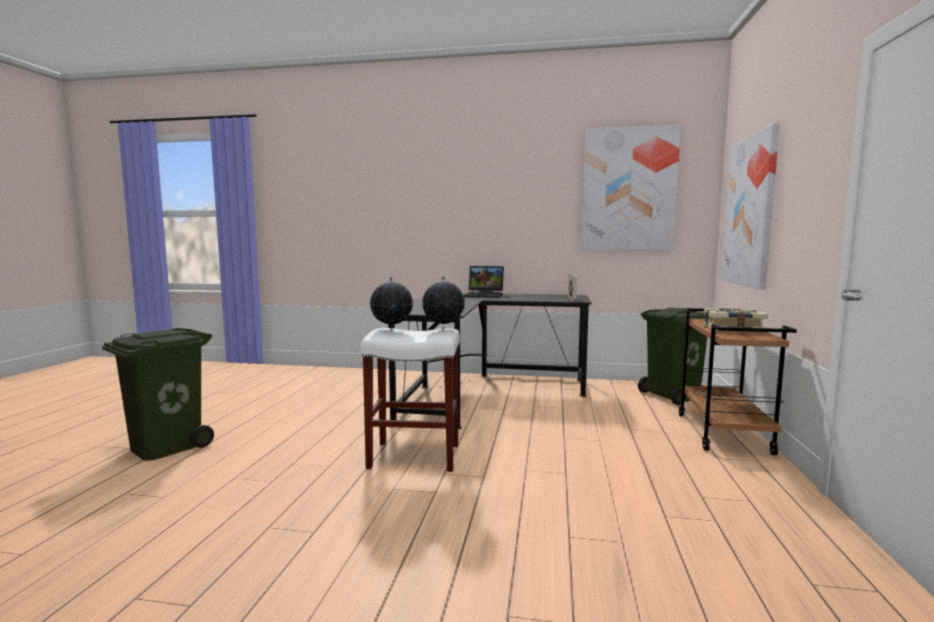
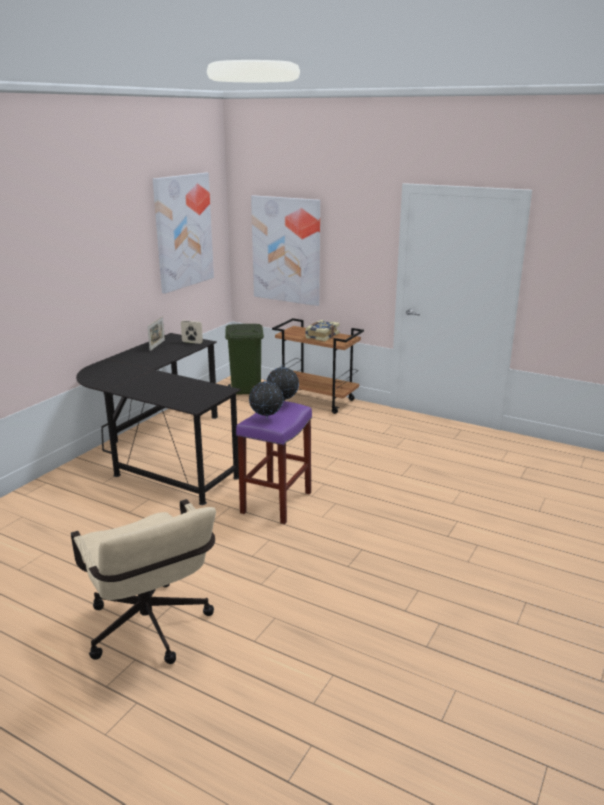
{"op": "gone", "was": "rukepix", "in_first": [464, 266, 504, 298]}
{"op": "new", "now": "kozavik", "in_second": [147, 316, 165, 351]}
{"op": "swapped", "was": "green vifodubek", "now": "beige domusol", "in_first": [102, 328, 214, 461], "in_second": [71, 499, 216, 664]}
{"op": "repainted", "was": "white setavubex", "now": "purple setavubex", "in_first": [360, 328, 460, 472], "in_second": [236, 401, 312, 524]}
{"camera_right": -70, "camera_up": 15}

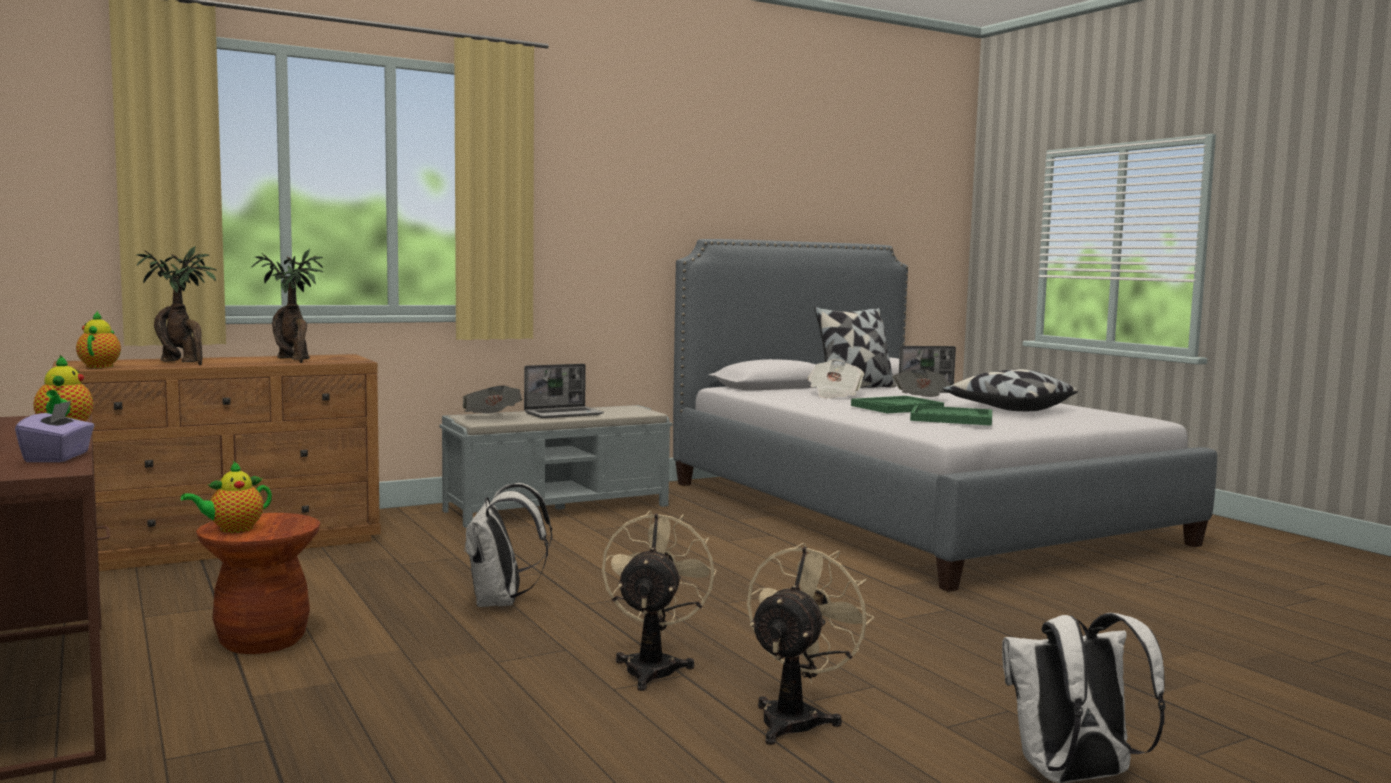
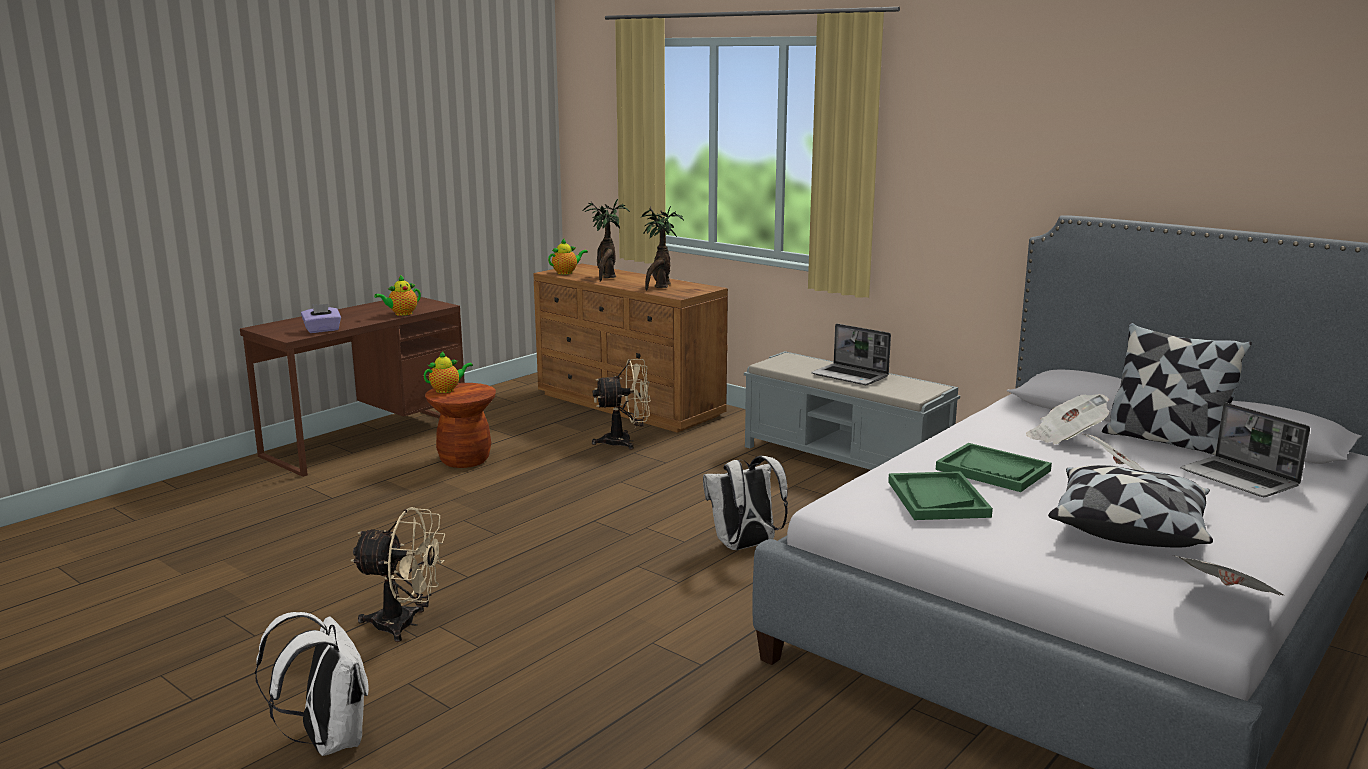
{"op": "shifted", "was": "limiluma", "in_first": [463, 385, 522, 413], "in_second": [1173, 555, 1283, 595]}
{"op": "shifted", "was": "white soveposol", "in_first": [464, 483, 552, 607], "in_second": [703, 456, 788, 550]}
{"op": "shifted", "was": "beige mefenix", "in_first": [602, 511, 717, 691], "in_second": [592, 359, 651, 449]}
{"op": "rotated", "was": "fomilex", "in_first": [181, 461, 272, 533], "in_second": [424, 351, 473, 393], "clockwise": 120}
{"camera_right": 70, "camera_up": 10}

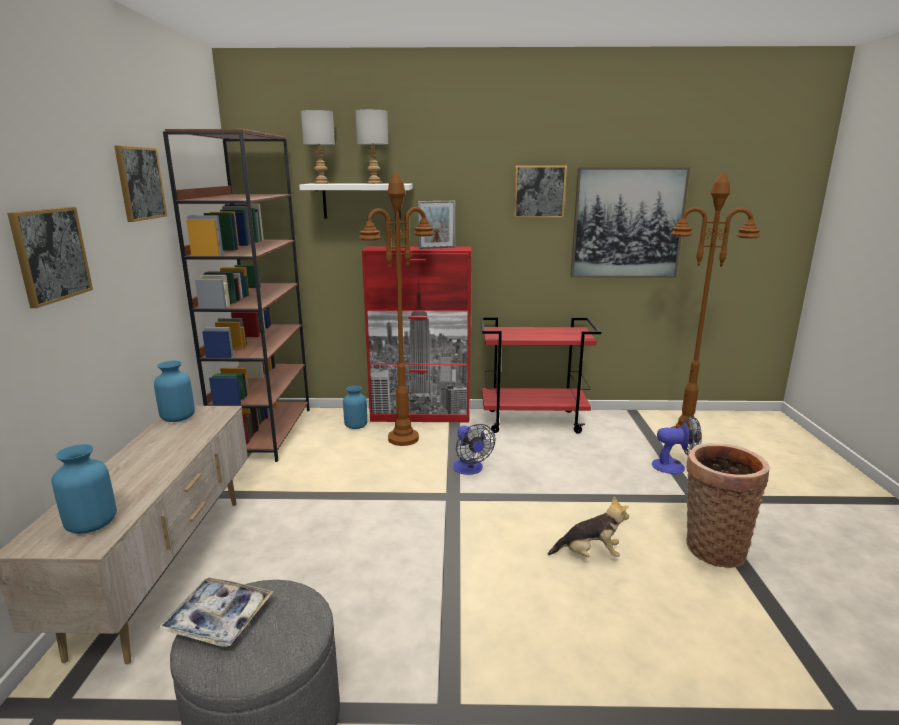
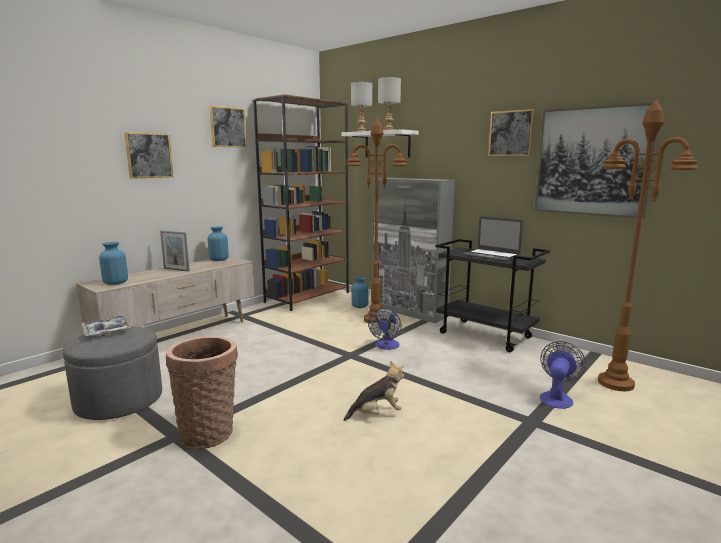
{"op": "new", "now": "rukepix", "in_second": [462, 216, 523, 261]}
{"op": "shifted", "was": "kozavik", "in_first": [418, 201, 455, 249], "in_second": [160, 230, 190, 271]}
{"op": "shifted", "was": "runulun", "in_first": [686, 443, 770, 568], "in_second": [166, 336, 238, 449]}
{"op": "repainted", "was": "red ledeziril", "now": "grey ledeziril", "in_first": [362, 246, 471, 422], "in_second": [372, 178, 455, 323]}
{"op": "repainted", "was": "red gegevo", "now": "black gegevo", "in_first": [481, 317, 601, 433], "in_second": [435, 239, 550, 352]}
{"op": "rotated", "was": "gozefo", "in_first": [547, 497, 629, 557], "in_second": [343, 361, 404, 421], "clockwise": -60}
{"op": "rotated", "was": "mefenix", "in_first": [652, 416, 702, 474], "in_second": [540, 341, 586, 409], "clockwise": -105}
{"camera_right": 40, "camera_up": -5}

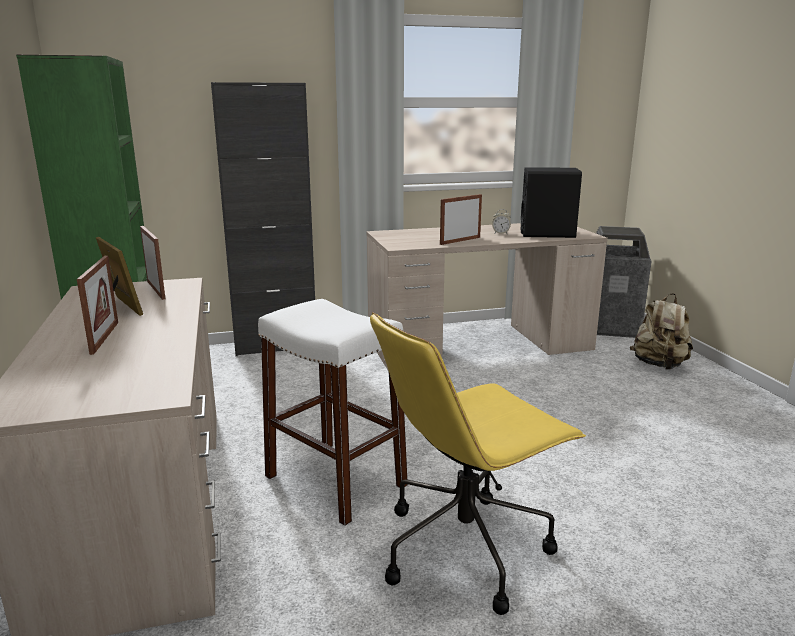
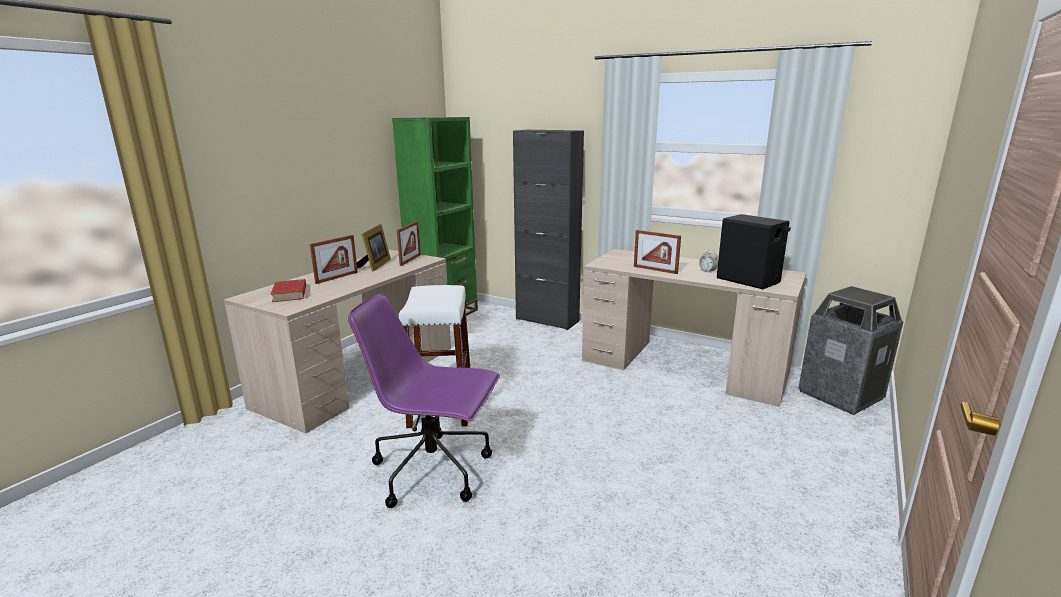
{"op": "gone", "was": "beige soveposol", "in_first": [630, 293, 693, 370]}
{"op": "new", "now": "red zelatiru", "in_second": [270, 279, 306, 302]}
{"op": "repainted", "was": "yellow domusol", "now": "purple domusol", "in_first": [370, 312, 586, 615], "in_second": [348, 293, 500, 508]}
{"op": "rotated", "was": "kozavik", "in_first": [440, 194, 482, 245], "in_second": [634, 230, 681, 274], "clockwise": -150}
{"camera_right": 45, "camera_up": 0}

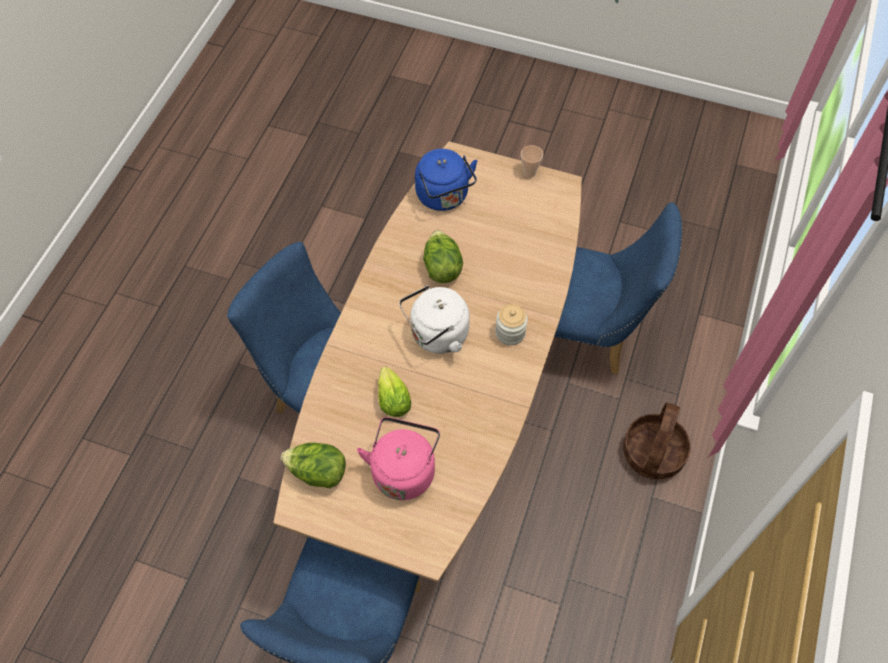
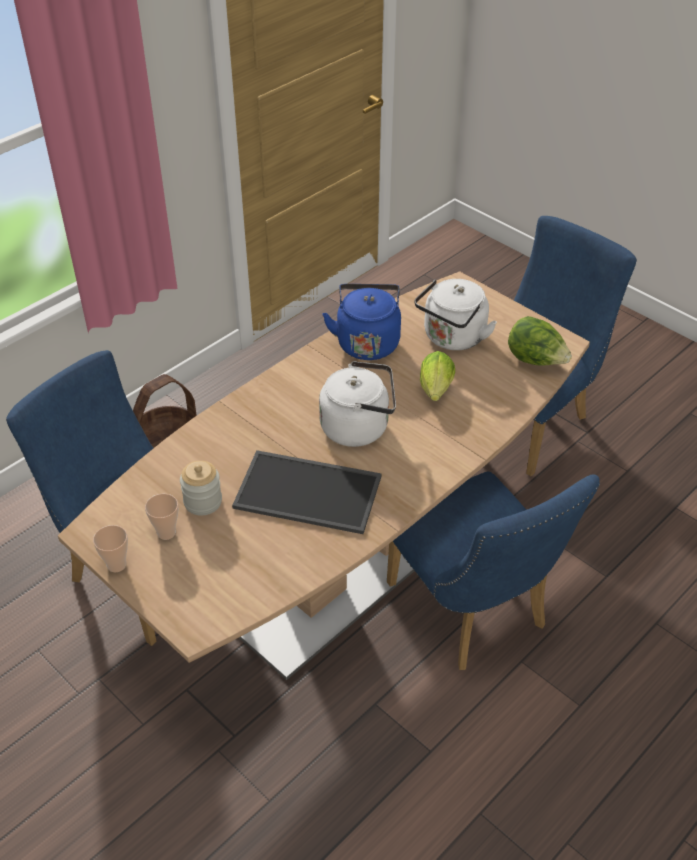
{"op": "new", "now": "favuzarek", "in_second": [145, 494, 178, 540]}
{"op": "shifted", "was": "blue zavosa", "in_first": [415, 149, 478, 211], "in_second": [322, 284, 401, 360]}
{"op": "shifted", "was": "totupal", "in_first": [495, 304, 528, 345], "in_second": [180, 461, 222, 515]}
{"op": "swapped", "was": "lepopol", "now": "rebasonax", "in_first": [423, 230, 463, 283], "in_second": [232, 450, 382, 534]}
{"op": "repainted", "was": "pink zavosa", "now": "white zavosa", "in_first": [357, 417, 440, 500], "in_second": [414, 279, 497, 350]}
{"camera_right": -155, "camera_up": -15}

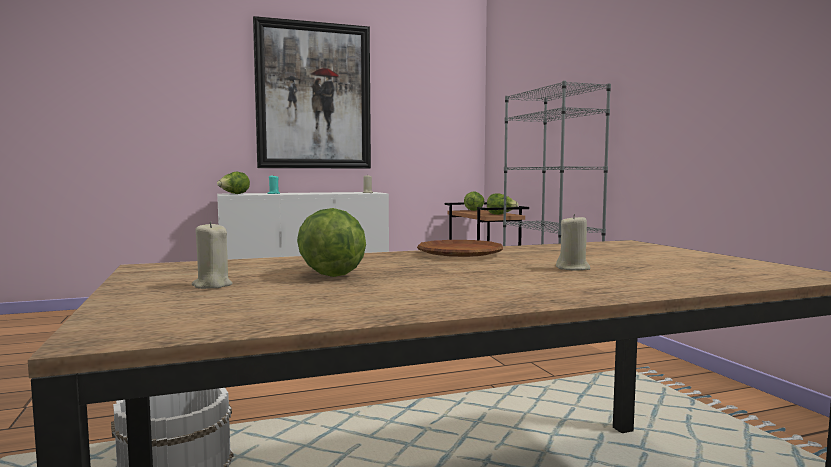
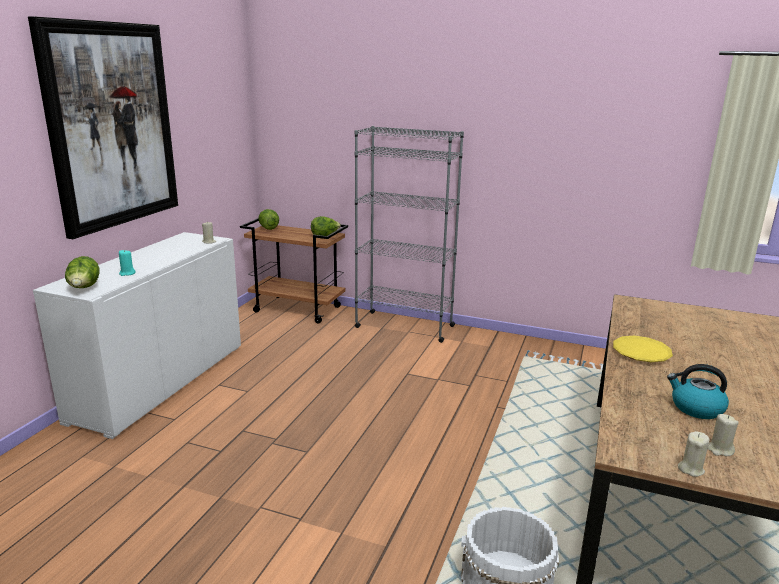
{"op": "shifted", "was": "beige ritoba", "in_first": [556, 214, 591, 271], "in_second": [678, 431, 709, 477]}
{"op": "swapped", "was": "lepopol", "now": "zavosa", "in_first": [297, 208, 366, 277], "in_second": [667, 364, 729, 419]}
{"op": "repainted", "was": "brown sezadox", "now": "yellow sezadox", "in_first": [417, 240, 503, 257], "in_second": [613, 336, 673, 362]}
{"camera_right": -50, "camera_up": 15}

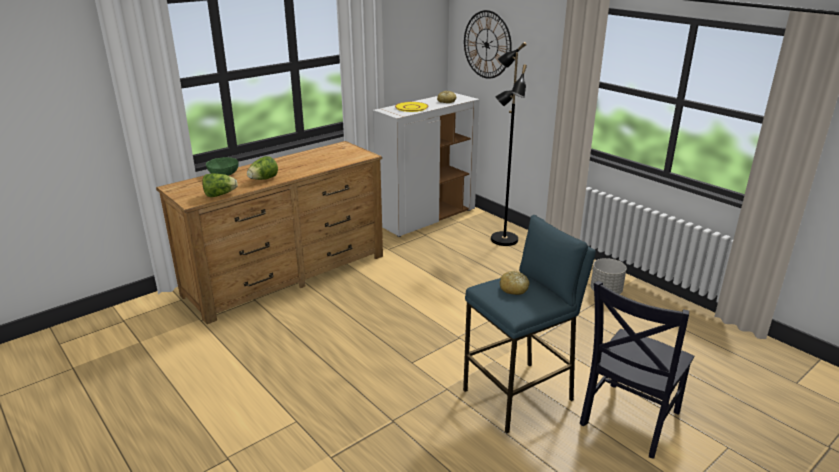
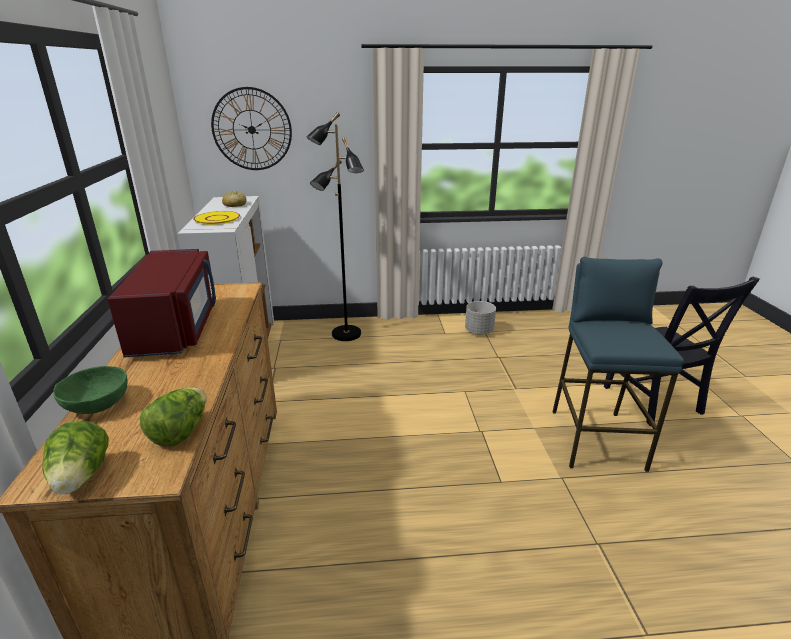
{"op": "gone", "was": "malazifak", "in_first": [500, 271, 529, 295]}
{"op": "new", "now": "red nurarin", "in_second": [107, 249, 216, 358]}
{"op": "shifted", "was": "lepopol", "in_first": [247, 156, 278, 180], "in_second": [42, 421, 109, 494]}
{"camera_right": -55, "camera_up": 0}

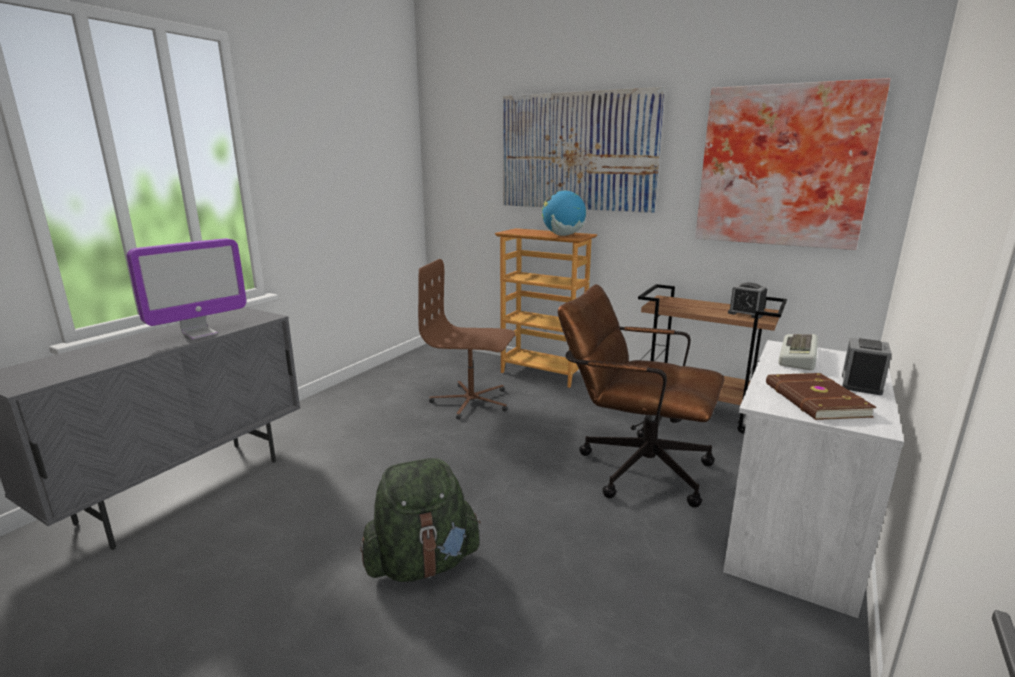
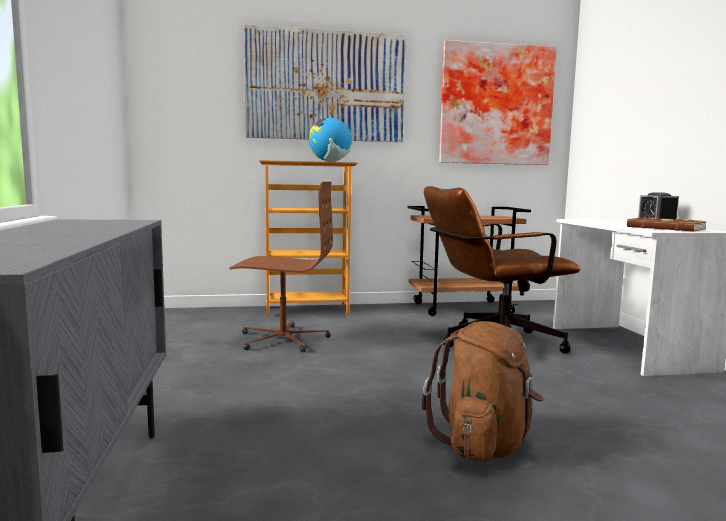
{"op": "gone", "was": "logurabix", "in_first": [127, 238, 247, 339]}
{"op": "gone", "was": "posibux", "in_first": [728, 283, 767, 319]}
{"op": "gone", "was": "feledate", "in_first": [778, 334, 818, 370]}
{"op": "repainted", "was": "green soveposol", "now": "brown soveposol", "in_first": [360, 458, 481, 582], "in_second": [421, 321, 543, 461]}
{"op": "rotated", "was": "brown domusol", "in_first": [418, 259, 515, 419], "in_second": [229, 182, 333, 353], "clockwise": -150}
{"camera_right": -40, "camera_up": -10}

